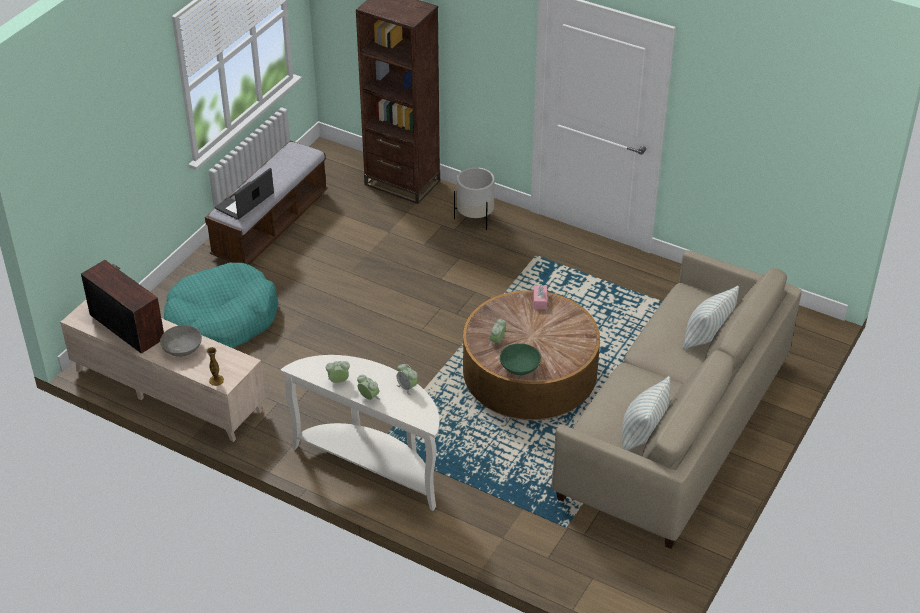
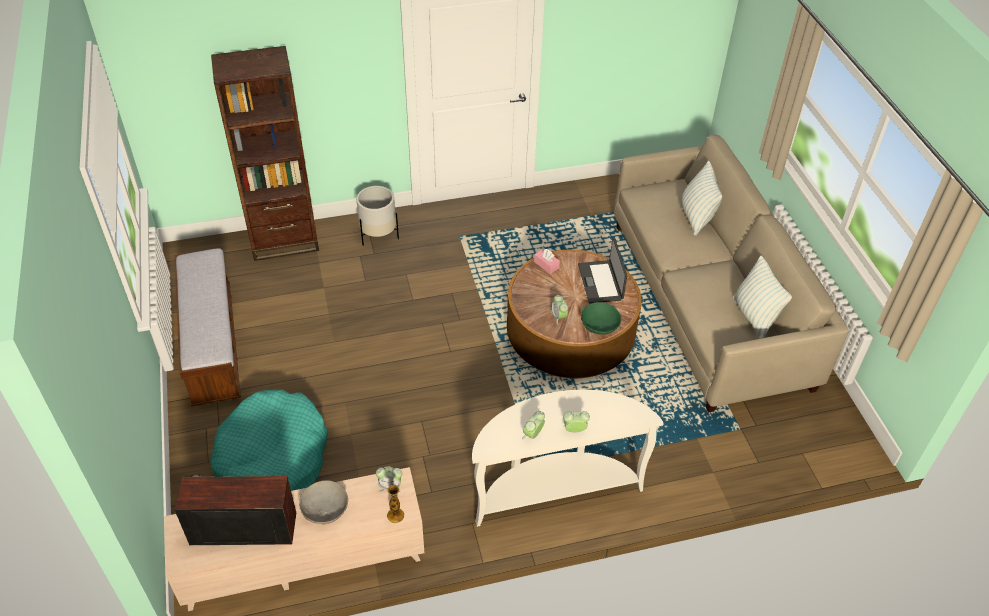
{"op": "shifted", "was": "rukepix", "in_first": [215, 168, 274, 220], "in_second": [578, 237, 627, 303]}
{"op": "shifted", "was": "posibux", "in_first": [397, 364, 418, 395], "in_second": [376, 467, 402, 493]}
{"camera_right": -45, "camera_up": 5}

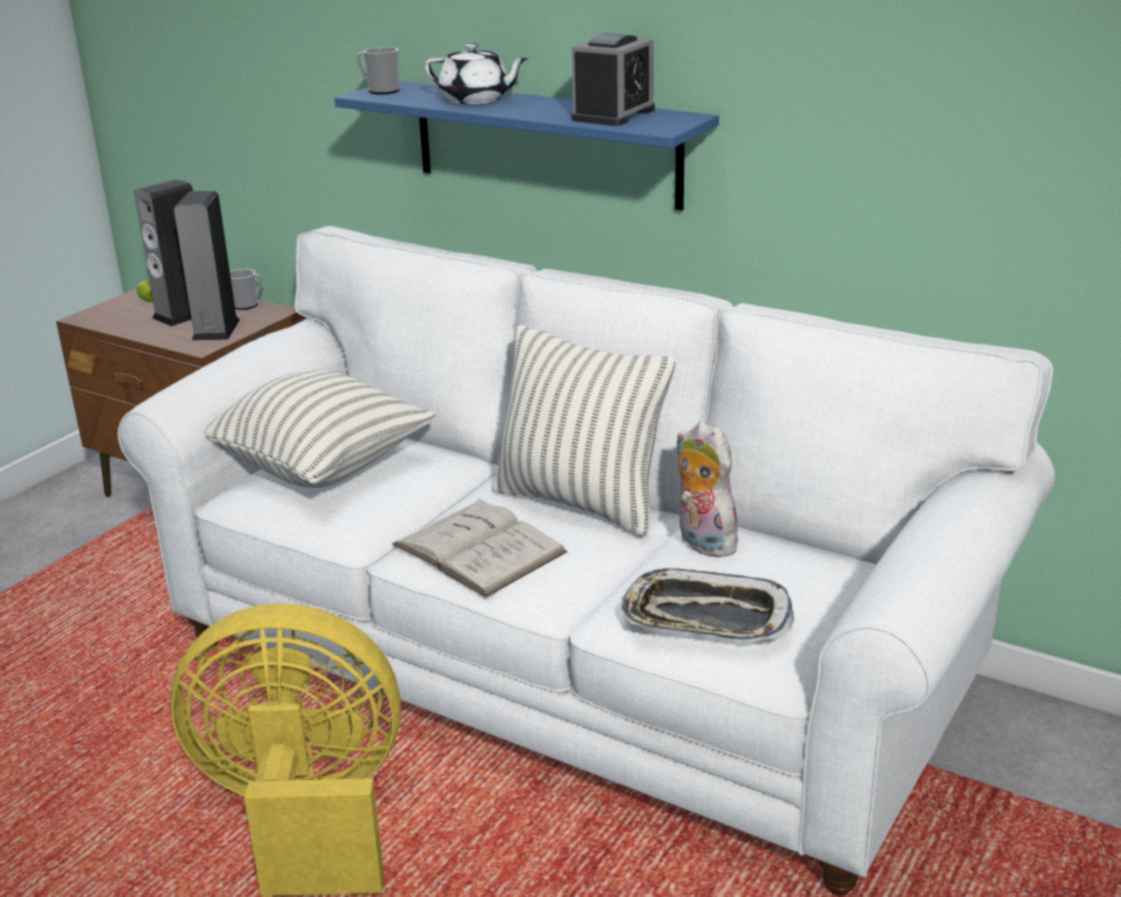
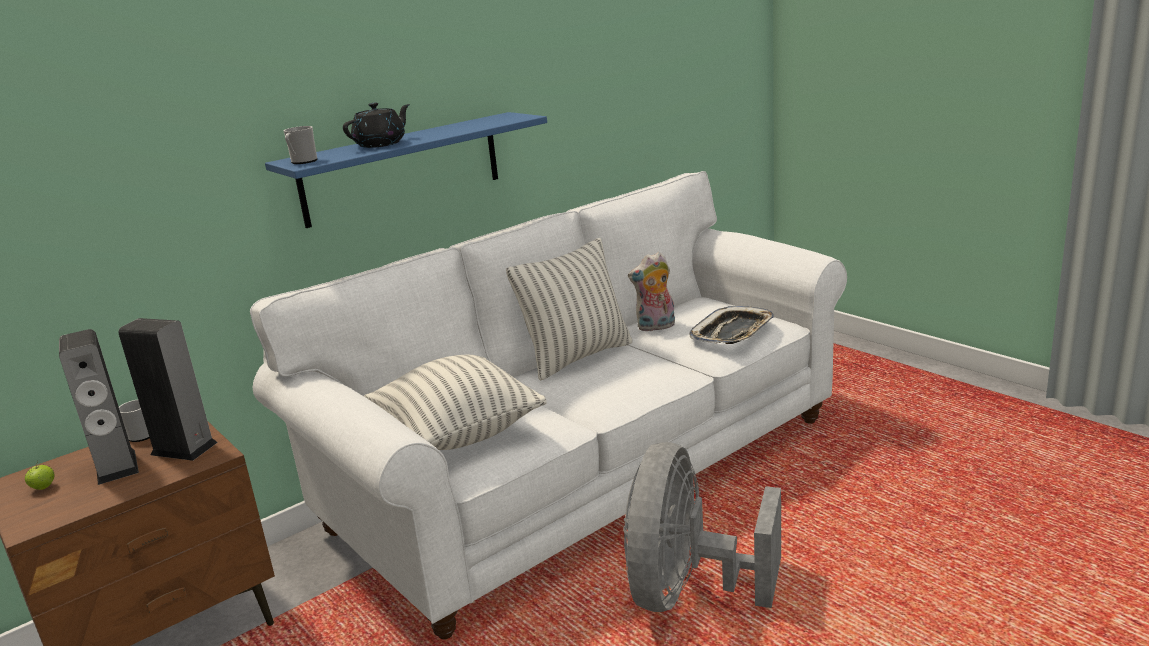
{"op": "gone", "was": "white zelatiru", "in_first": [392, 499, 567, 597]}
{"op": "gone", "was": "posibux", "in_first": [572, 33, 655, 126]}
{"op": "repainted", "was": "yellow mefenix", "now": "grey mefenix", "in_first": [170, 604, 401, 896], "in_second": [623, 442, 781, 612]}
{"op": "repainted", "was": "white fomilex", "now": "black fomilex", "in_first": [425, 43, 528, 104], "in_second": [343, 103, 410, 148]}
{"camera_right": -70, "camera_up": -5}

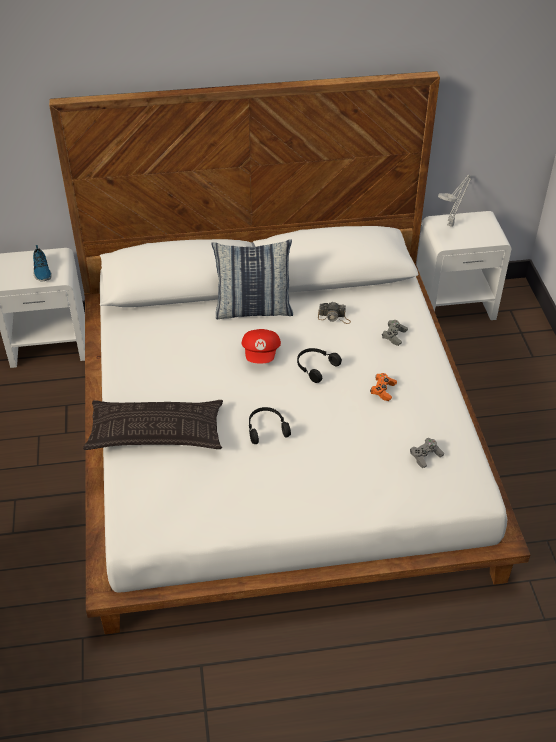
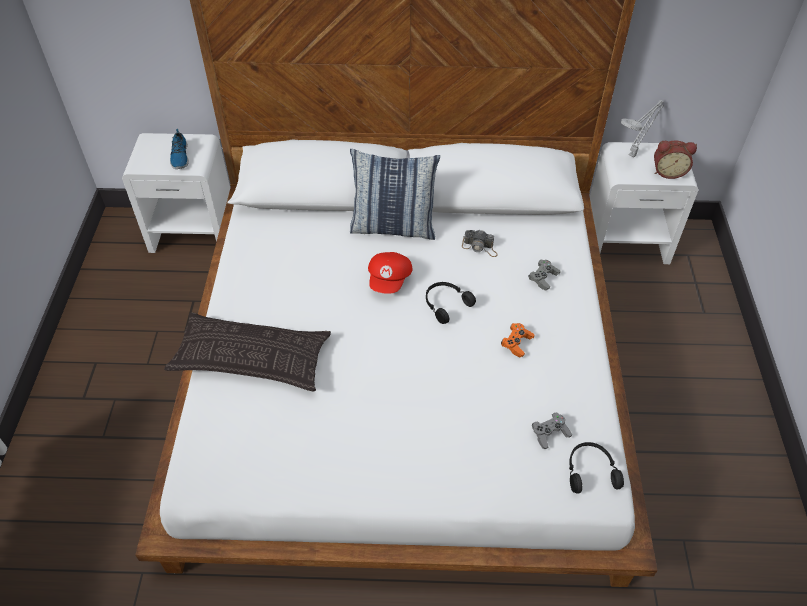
{"op": "new", "now": "posibux", "in_second": [654, 140, 697, 179]}
{"op": "shifted", "was": "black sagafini", "in_first": [249, 407, 291, 444], "in_second": [569, 442, 624, 494]}
{"camera_right": 10, "camera_up": 5}

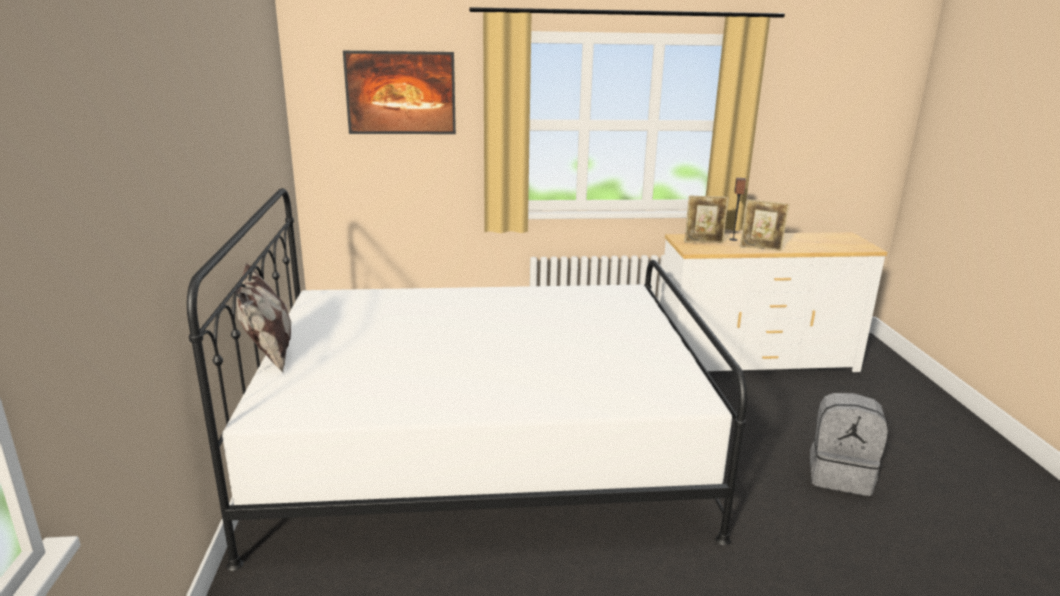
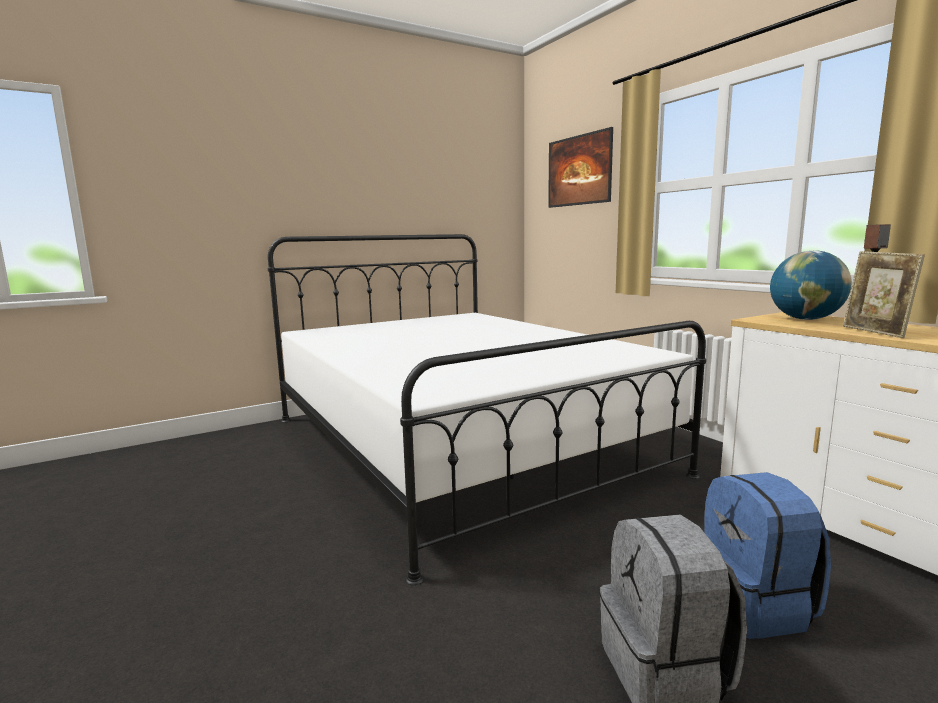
{"op": "gone", "was": "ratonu", "in_first": [235, 263, 291, 372]}
{"op": "new", "now": "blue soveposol", "in_second": [704, 472, 831, 639]}
{"op": "swapped", "was": "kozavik", "now": "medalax", "in_first": [684, 196, 729, 243], "in_second": [770, 250, 852, 320]}
{"camera_right": 65, "camera_up": -10}

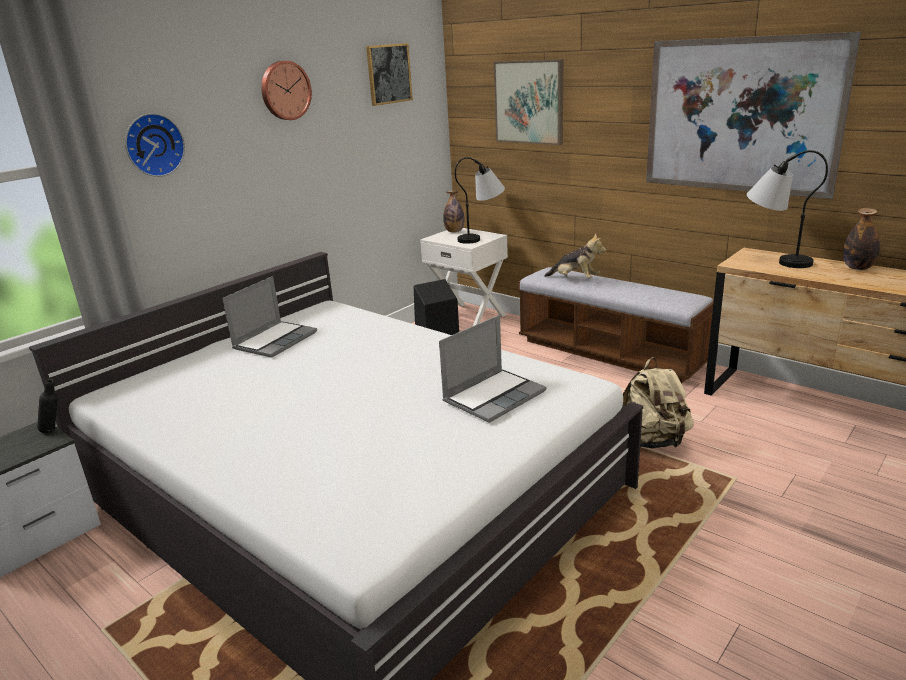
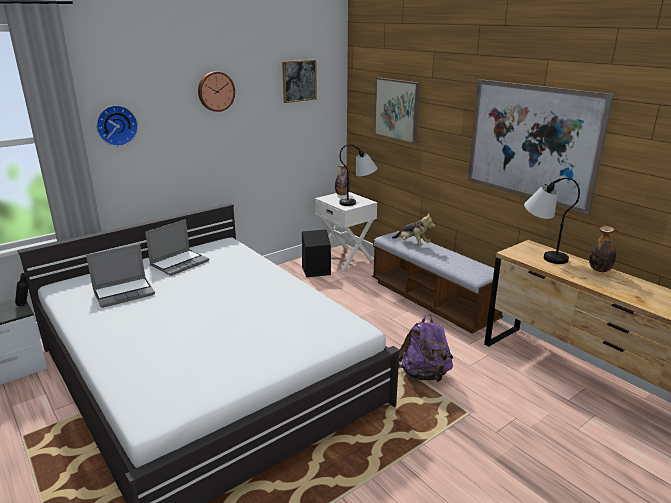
{"op": "shifted", "was": "rukepix", "in_first": [439, 315, 546, 423], "in_second": [86, 244, 155, 308]}
{"op": "repainted", "was": "beige soveposol", "now": "purple soveposol", "in_first": [623, 357, 694, 448], "in_second": [399, 314, 453, 382]}
{"camera_right": 10, "camera_up": 0}

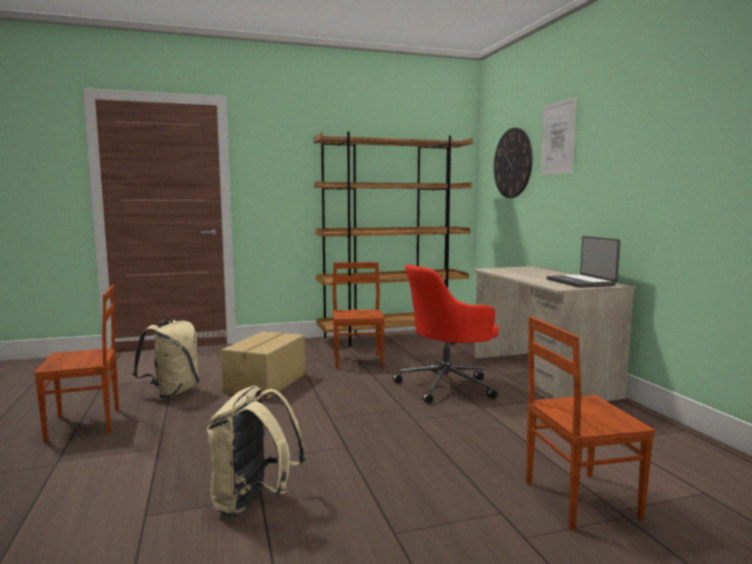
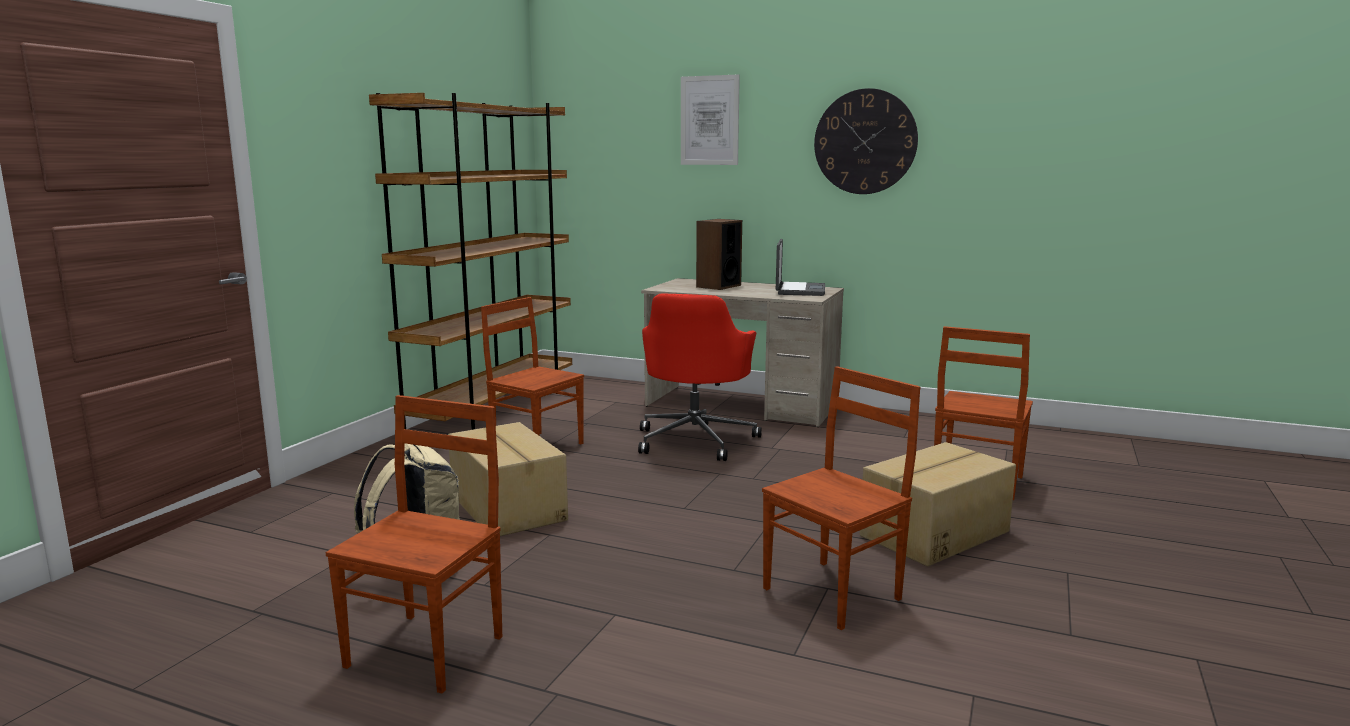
{"op": "new", "now": "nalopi", "in_second": [696, 219, 742, 290]}
{"op": "new", "now": "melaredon", "in_second": [860, 442, 1016, 566]}
{"op": "shifted", "was": "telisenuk", "in_first": [494, 128, 533, 198], "in_second": [814, 88, 918, 194]}
{"op": "swapped", "was": "beige soveposol", "now": "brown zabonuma", "in_first": [207, 386, 307, 517], "in_second": [762, 366, 920, 630]}
{"op": "rotated", "was": "rukepix", "in_first": [546, 236, 621, 288], "in_second": [776, 239, 825, 296], "clockwise": -105}
{"camera_right": -50, "camera_up": 5}

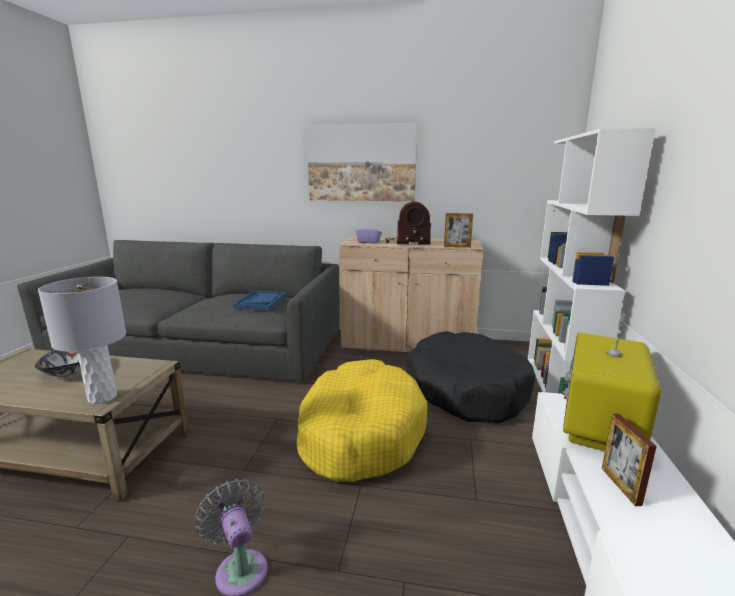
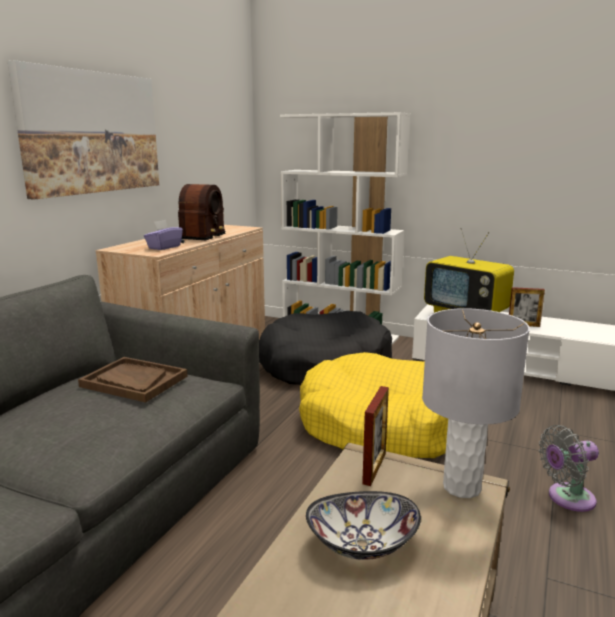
{"op": "shifted", "was": "kozavik", "in_first": [444, 213, 473, 248], "in_second": [362, 386, 389, 486]}
{"op": "repainted", "was": "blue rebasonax", "now": "brown rebasonax", "in_first": [233, 291, 286, 310], "in_second": [78, 357, 188, 403]}
{"camera_right": -75, "camera_up": 0}

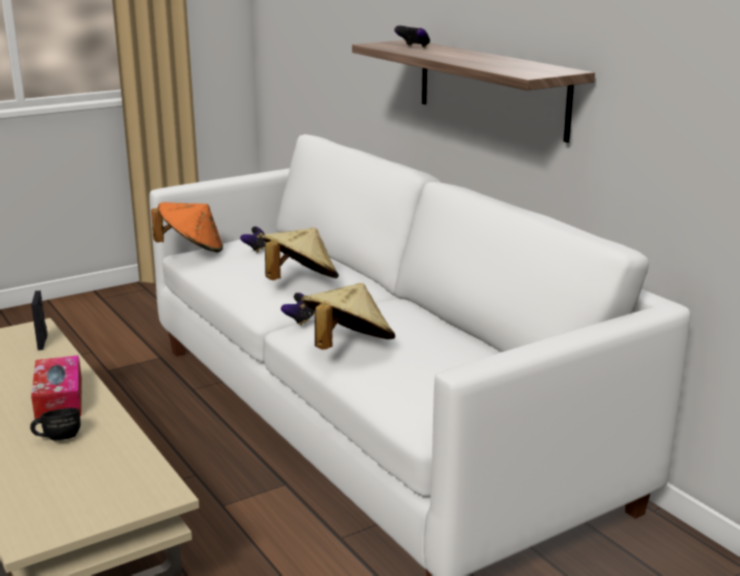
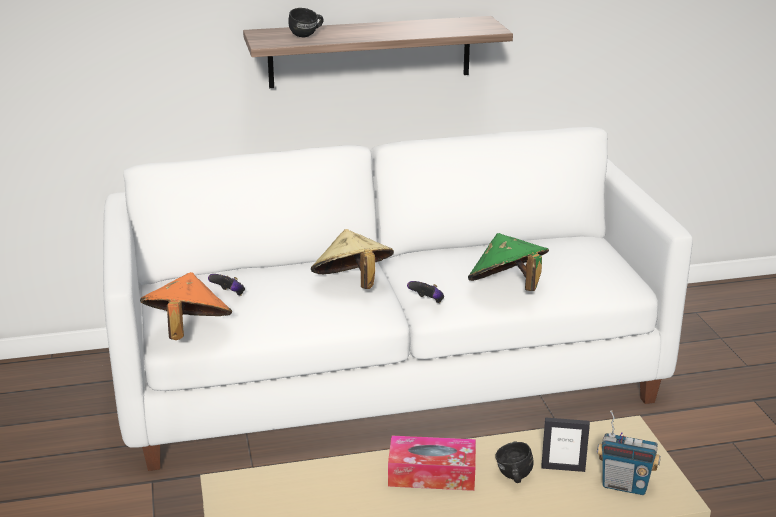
{"op": "new", "now": "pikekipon", "in_second": [597, 410, 661, 495]}
{"op": "shifted", "was": "kozavik", "in_first": [31, 290, 48, 350], "in_second": [541, 417, 590, 472]}
{"op": "swapped", "was": "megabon", "now": "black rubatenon", "in_first": [394, 26, 430, 48], "in_second": [289, 8, 324, 38]}
{"op": "repainted", "was": "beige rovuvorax", "now": "green rovuvorax", "in_first": [301, 283, 395, 350], "in_second": [468, 233, 549, 291]}
{"camera_right": -70, "camera_up": 5}

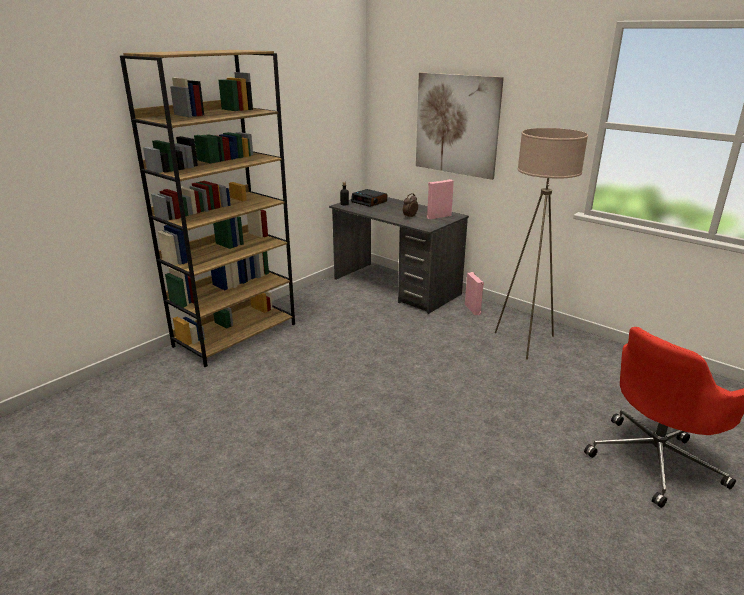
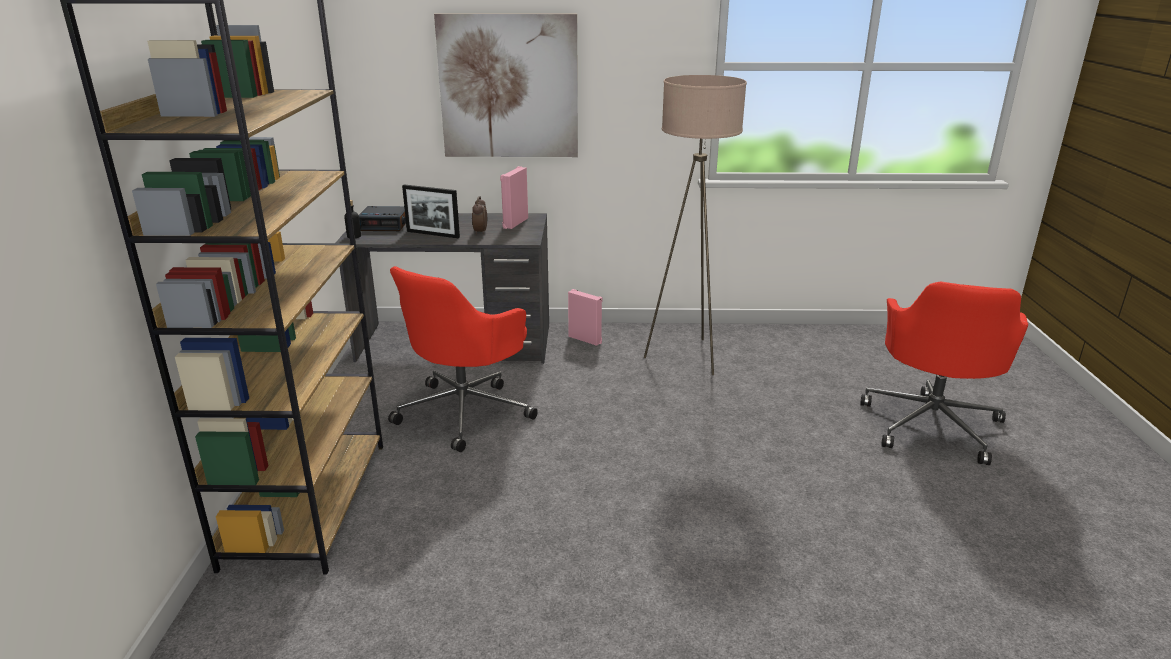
{"op": "new", "now": "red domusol", "in_second": [388, 266, 538, 452]}
{"op": "new", "now": "kozavik", "in_second": [402, 184, 460, 238]}
{"camera_right": -40, "camera_up": 0}

